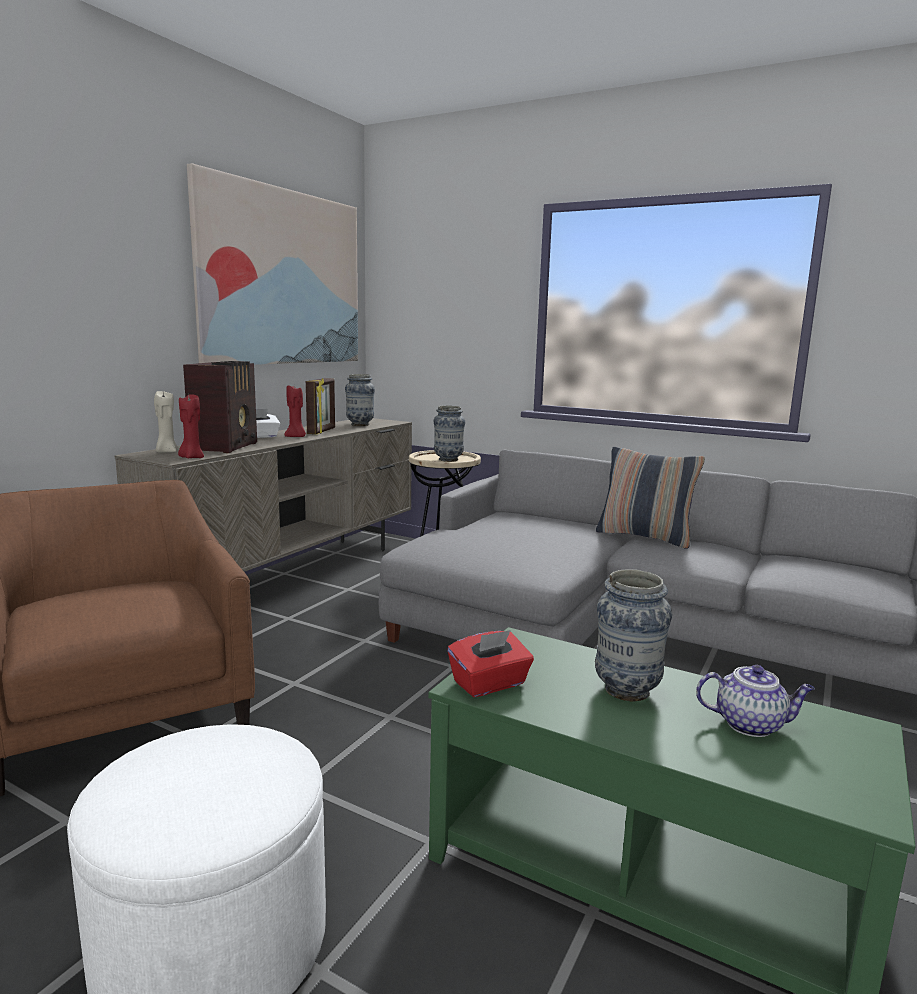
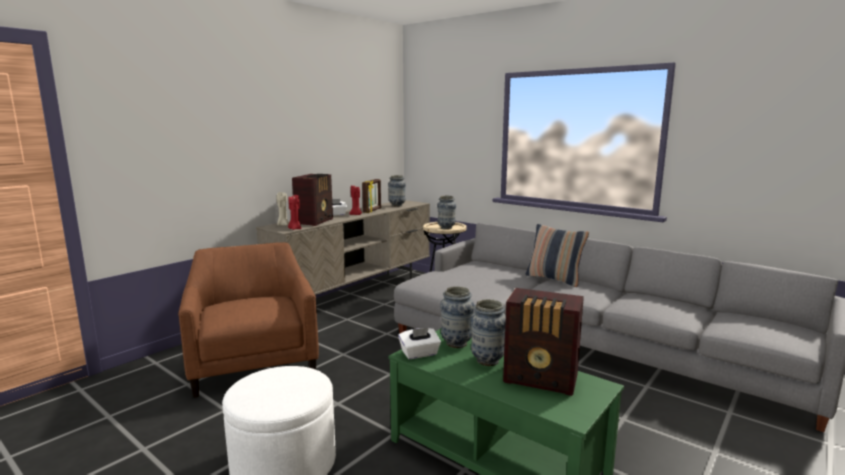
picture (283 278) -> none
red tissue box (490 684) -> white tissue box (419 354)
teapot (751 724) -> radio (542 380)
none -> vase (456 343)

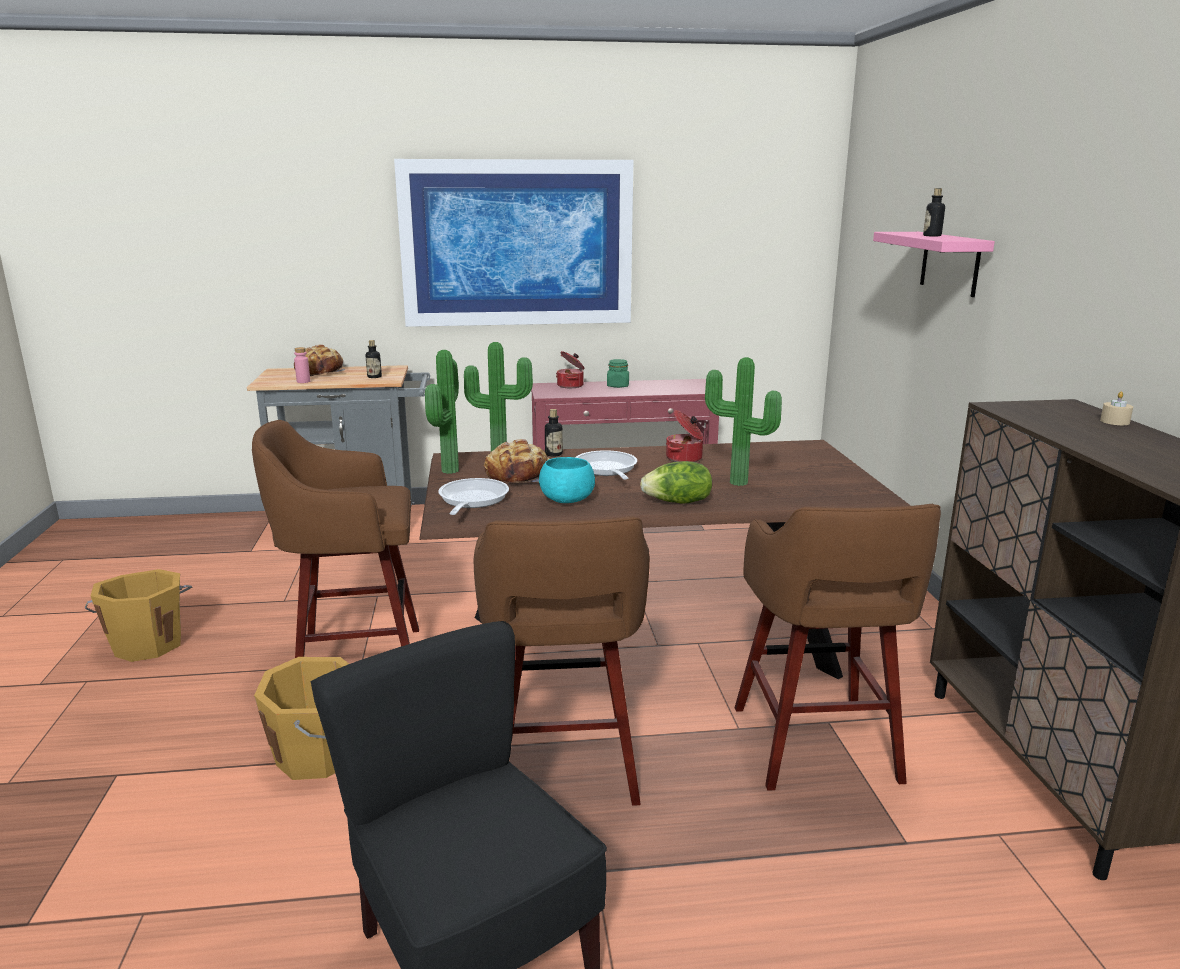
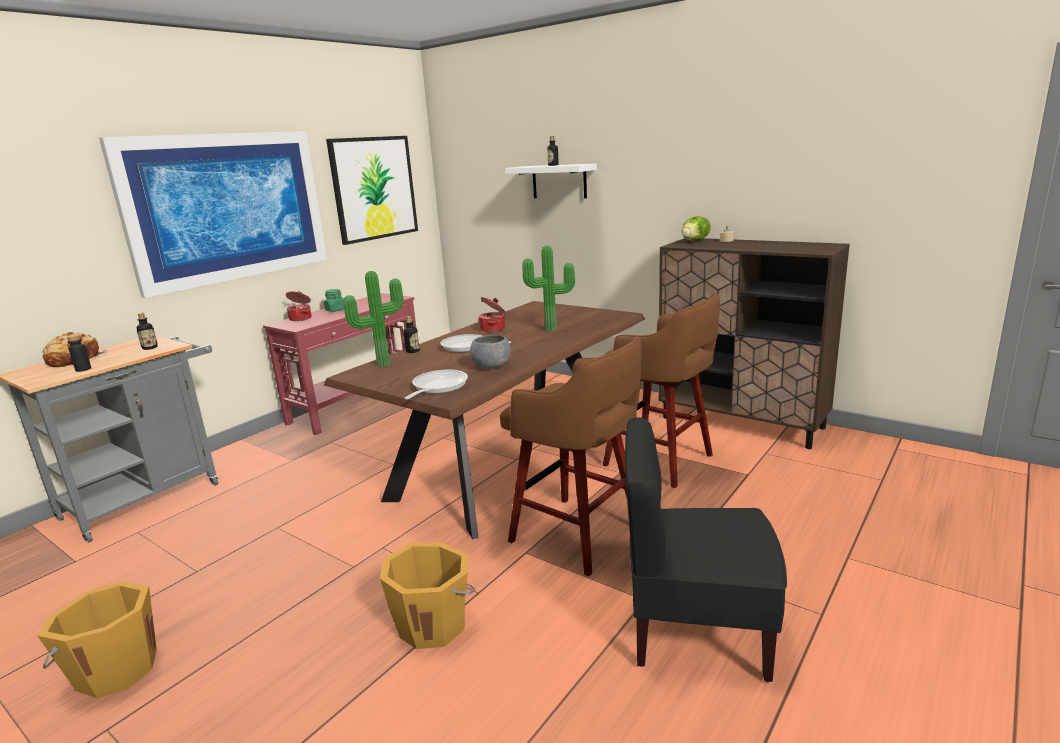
brown stool (354 661) -> none
pink bottle (303 381) -> black bottle (83 369)
potted plant (446 470) -> none
frying pan (471 500) -> frying pan (437 387), 60 degrees clockwise
bread (518 476) -> none
turquoise bowl (568 500) -> grey bowl (492 366)
lettuce (678 502) -> lettuce (695 241), shifted
pink shelf (950 263) -> white shelf (559 181)
none -> picture (374 188)

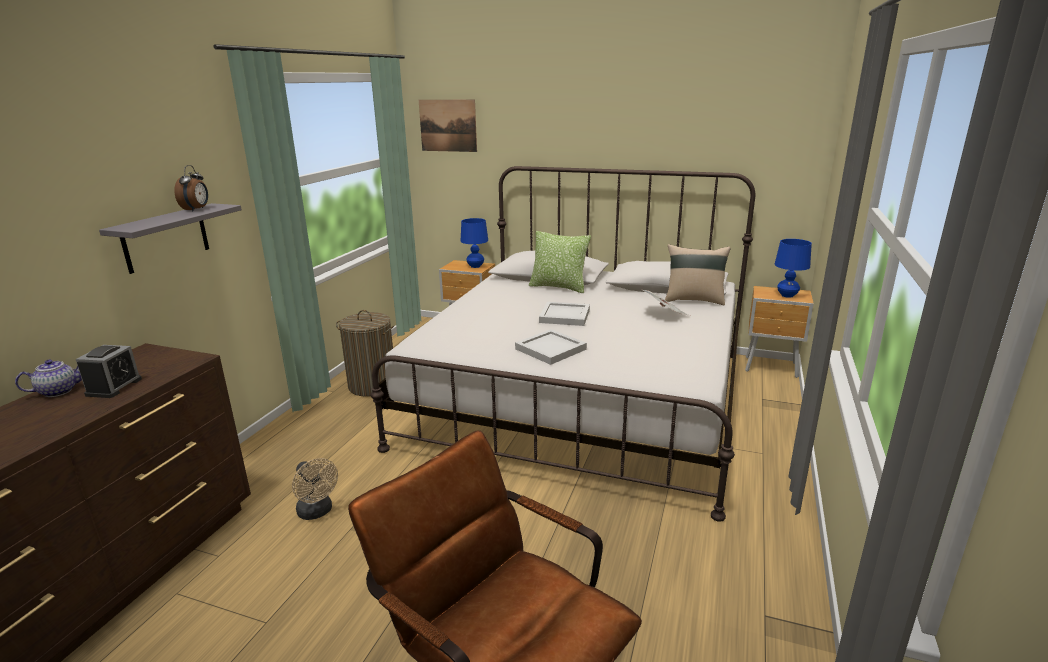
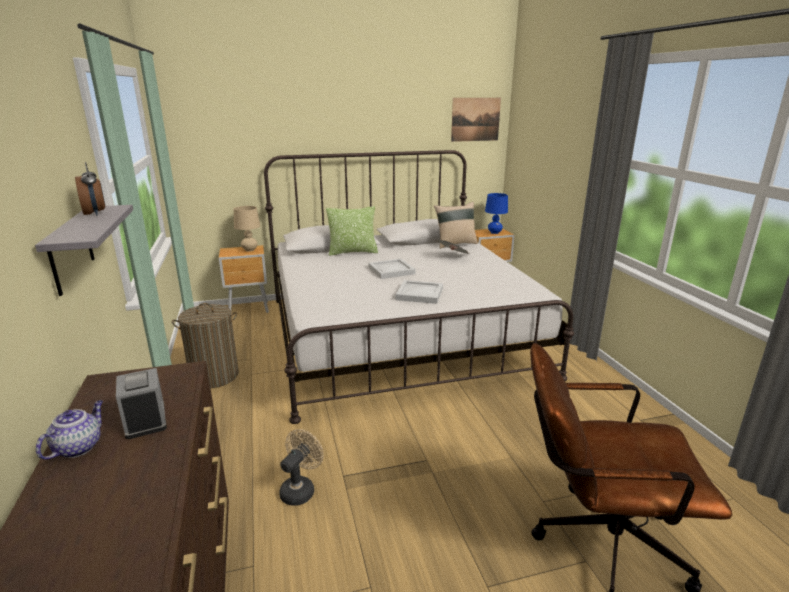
beige fan (317 512) -> beige fan (300 489), 75 degrees counterclockwise
picture (448 125) -> picture (475 119), shifted
blue table lamp (475 266) -> beige table lamp (250 250)

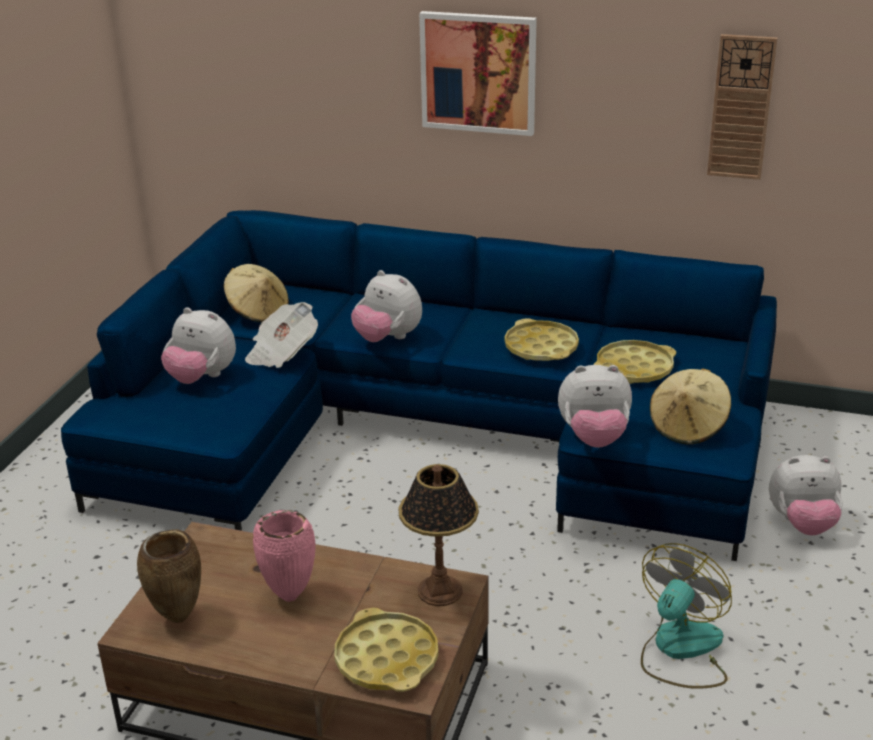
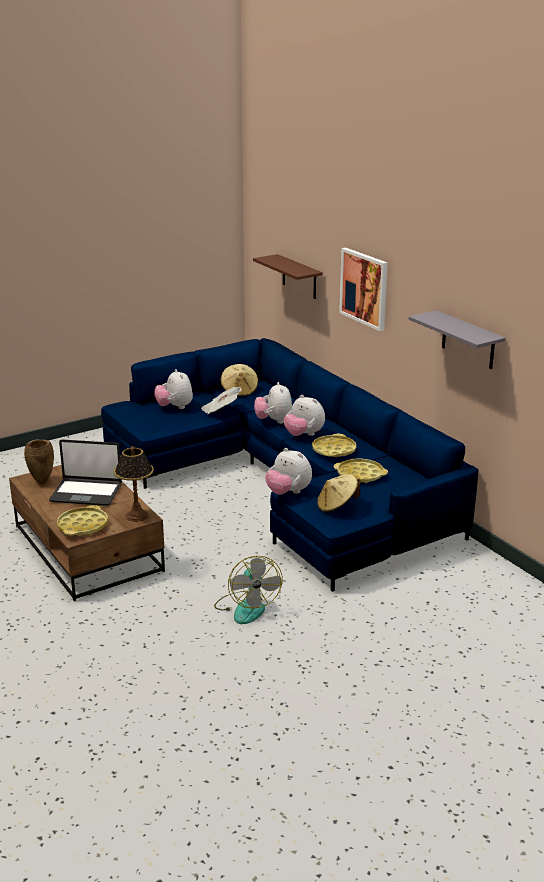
pink vase (290 595) -> laptop (86 493)
fan (680 650) -> fan (246 607), 90 degrees clockwise
wall clock (741 107) -> grey shelf (468 340)
plush toy (802 524) -> plush toy (304 435), shifted
none -> brown shelf (299 277)

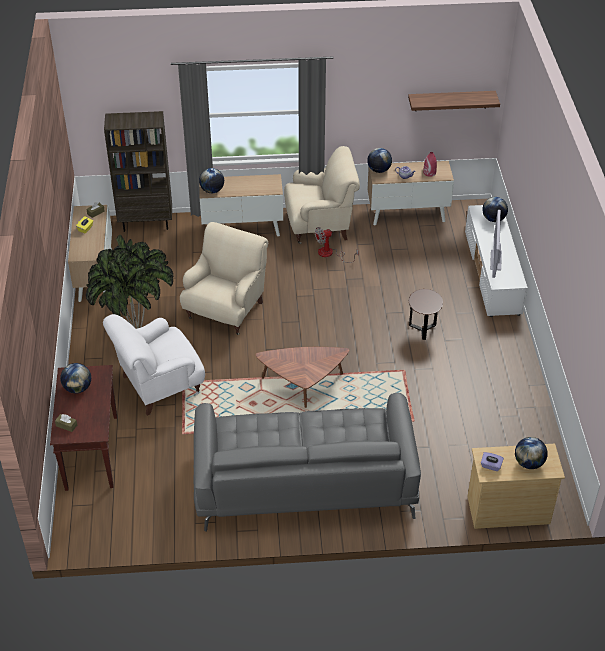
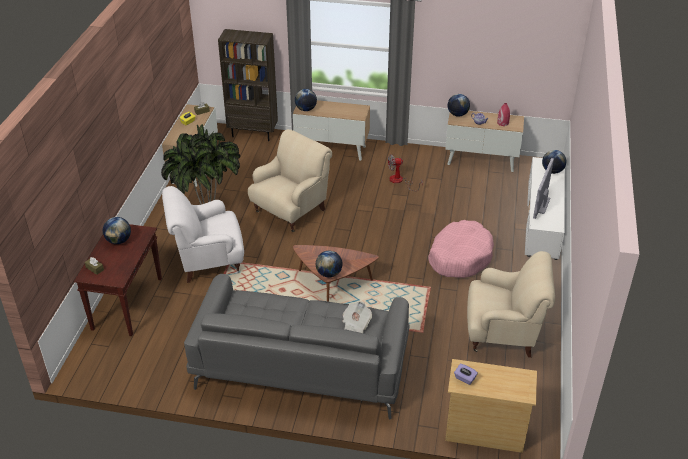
beige armchair (320 225) -> beige armchair (503 333), shifted
shelf (451 100) -> none
brown side table (422 330) -> pink dog bed (460 256)
globe (529 463) -> globe (329 274), shifted
none -> newspaper (355 324)

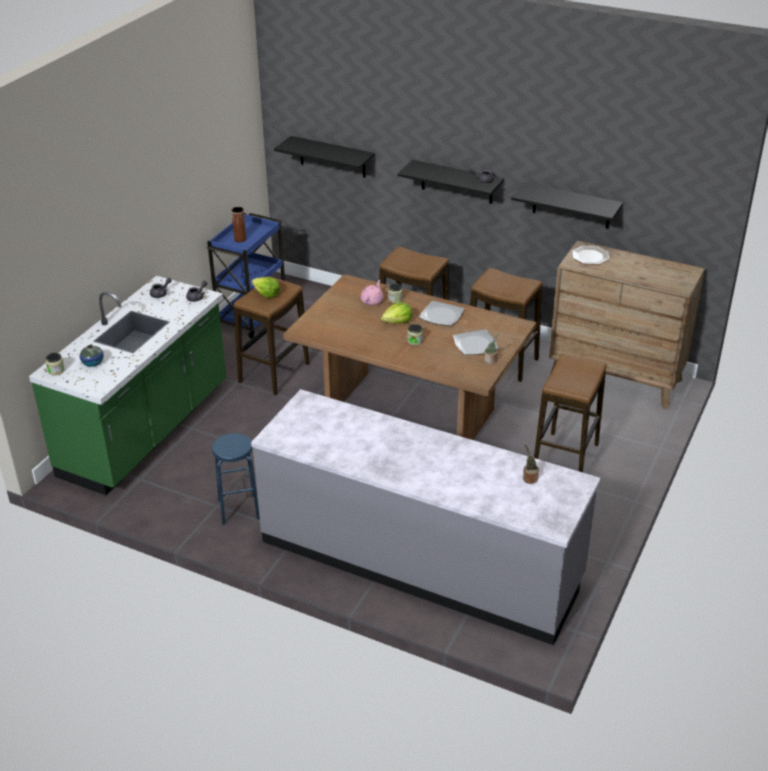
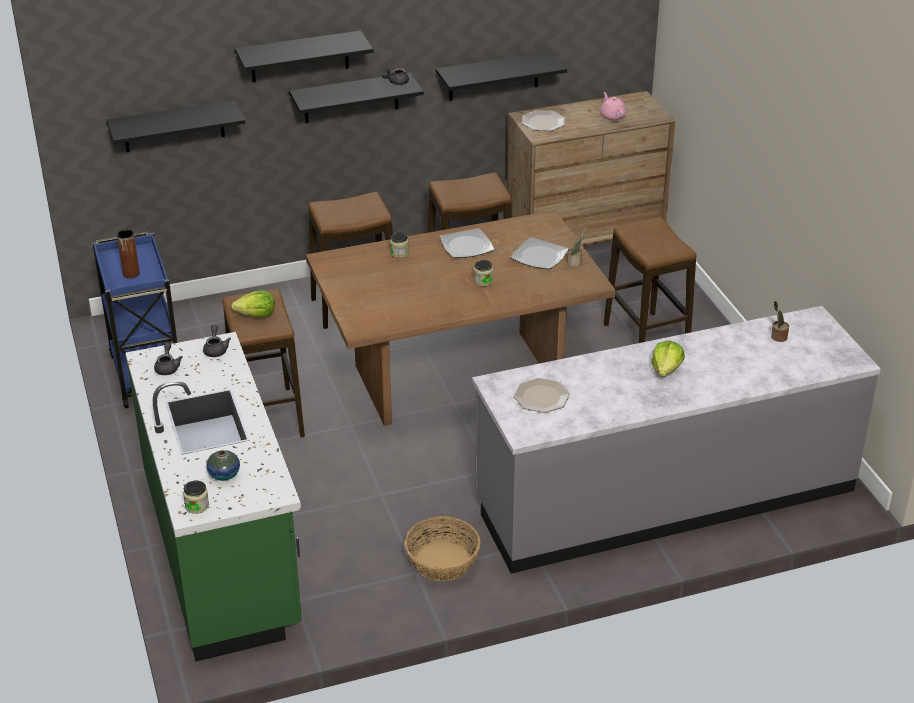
blue stool (239 509) -> basket (443 561)
pink teapot (372 301) -> pink teapot (612 116), shifted
lettuce (398 322) -> lettuce (666 369), shifted
none -> black shelf (299 57)
none -> plate (542 396)

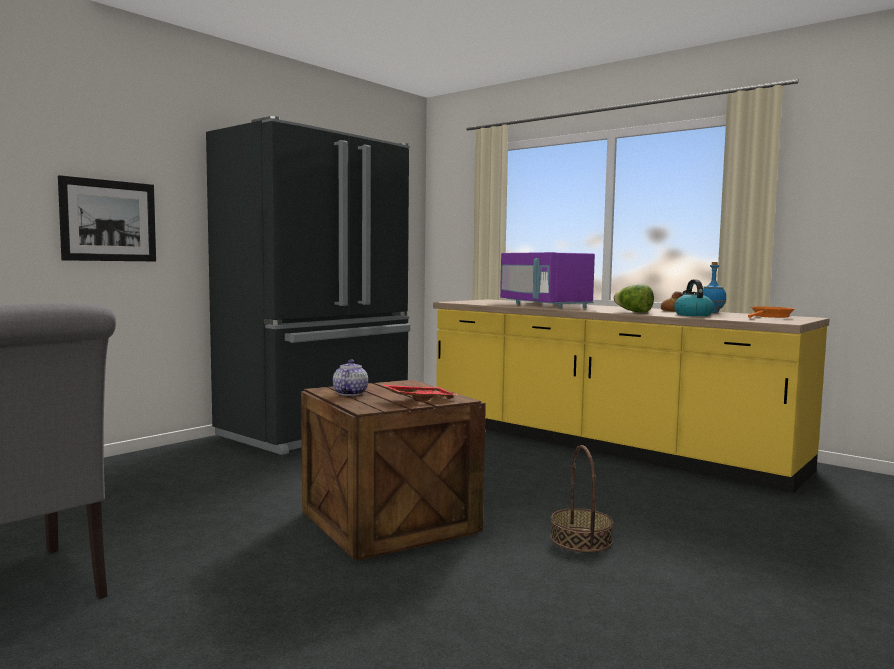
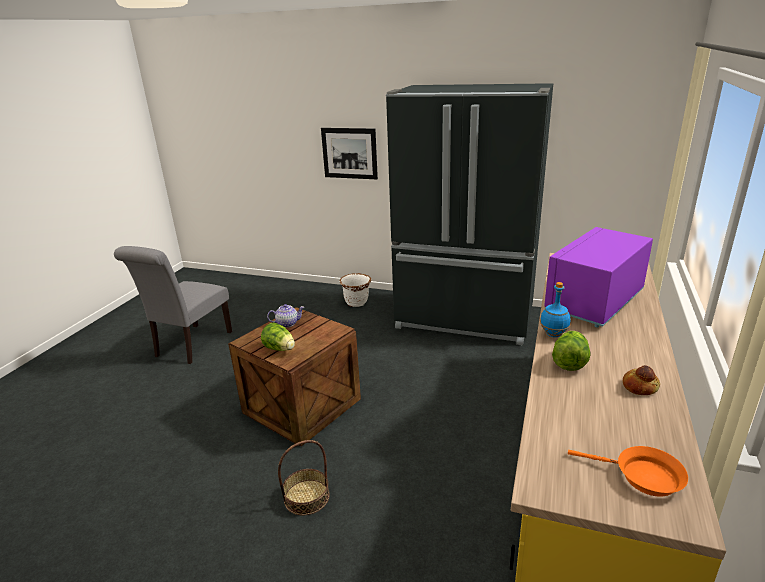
red tray (419 399) -> lettuce (280 349)
kettle (692 315) -> none
blue bottle (712 312) -> blue bottle (554 334), shifted
none -> white planter (356 302)

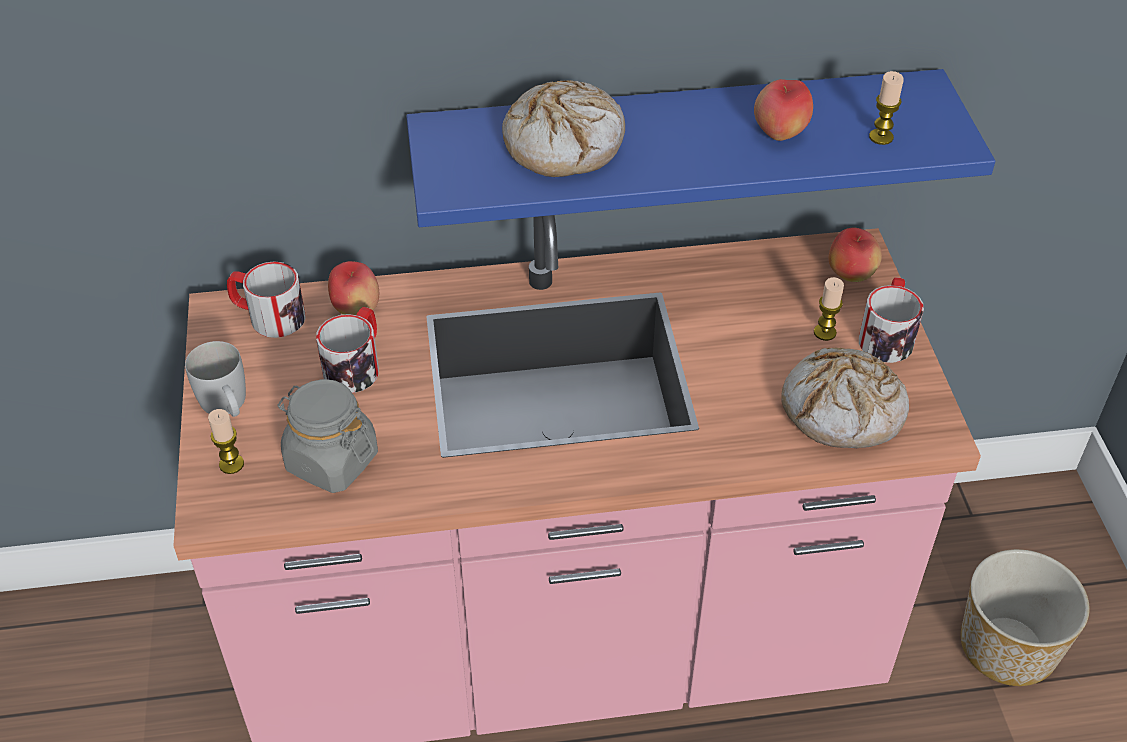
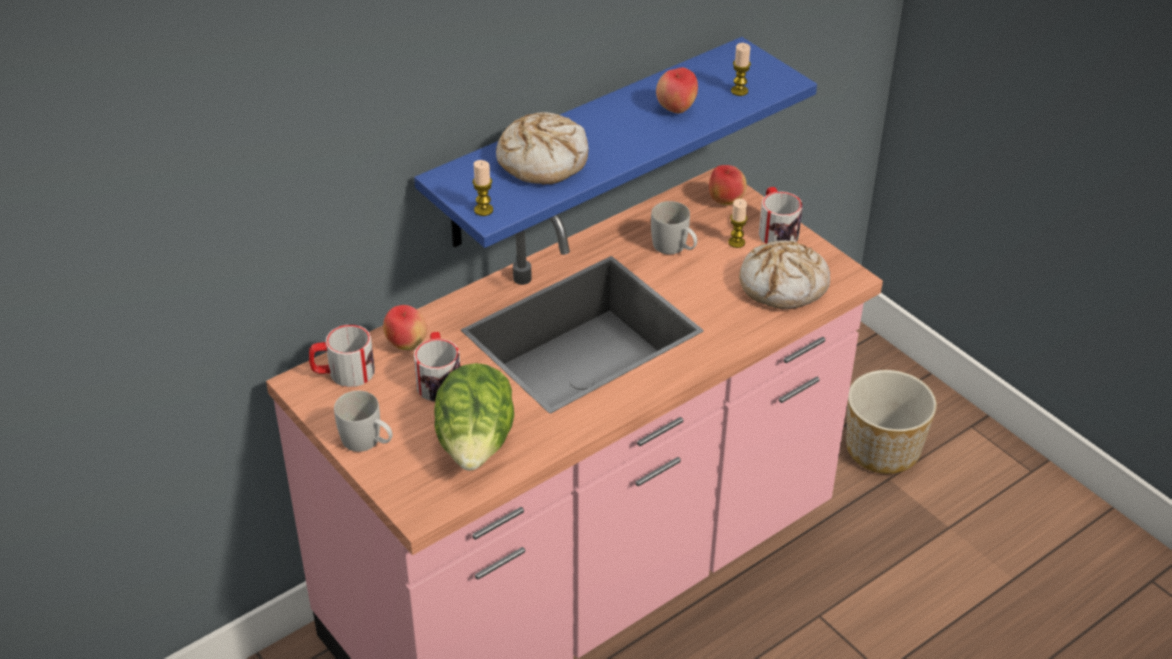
candle (231 464) -> candle (483 210), shifted
grey jar (331 461) -> lettuce (476 446)
none -> white mug (674 248)

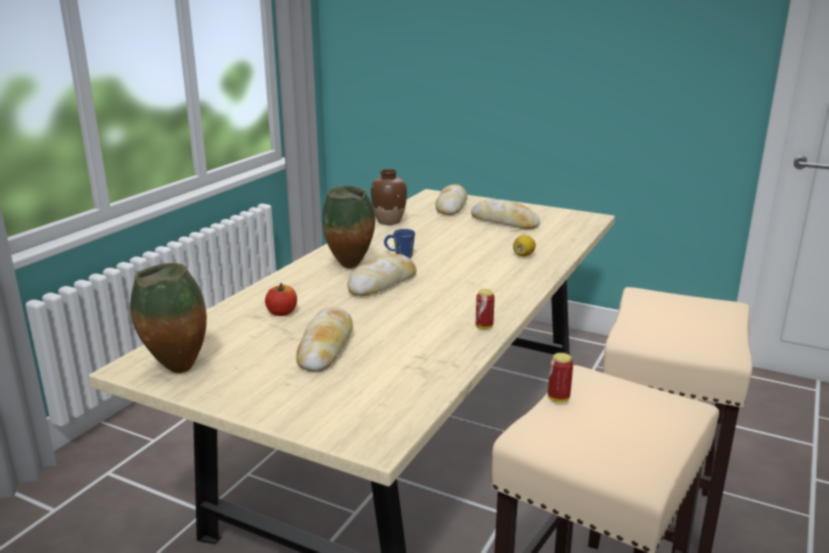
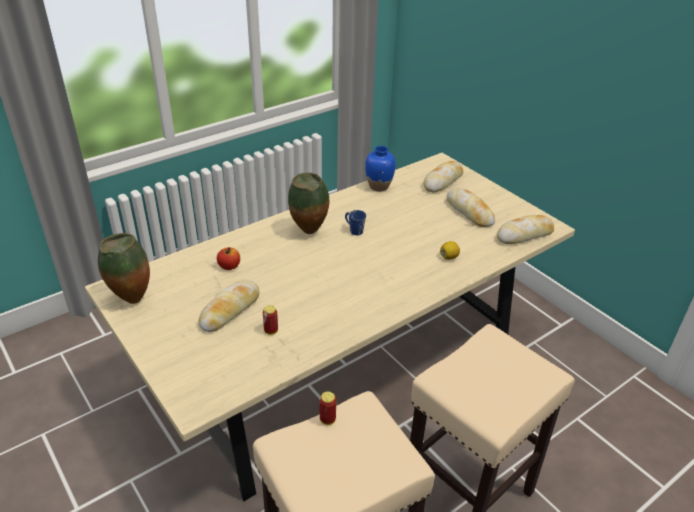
bread (383 283) -> bread (525 235), shifted
brown vase (389 221) -> blue vase (379 187)
can (484 327) -> can (271 331), shifted

